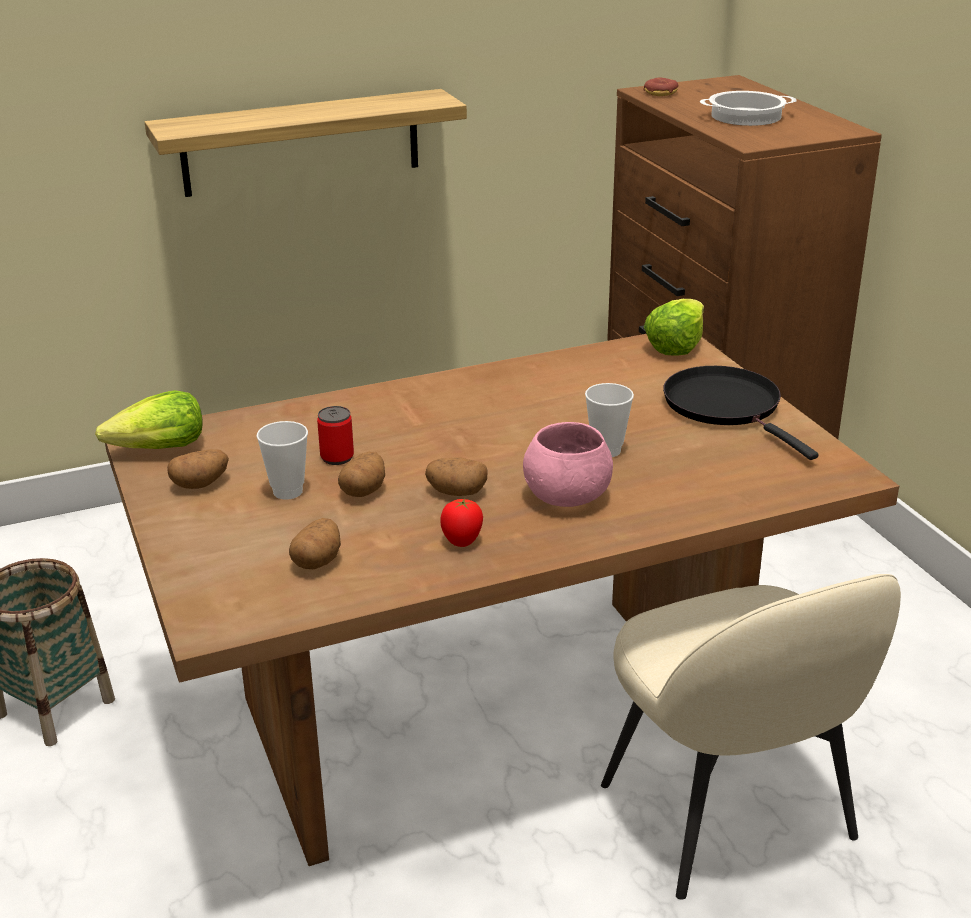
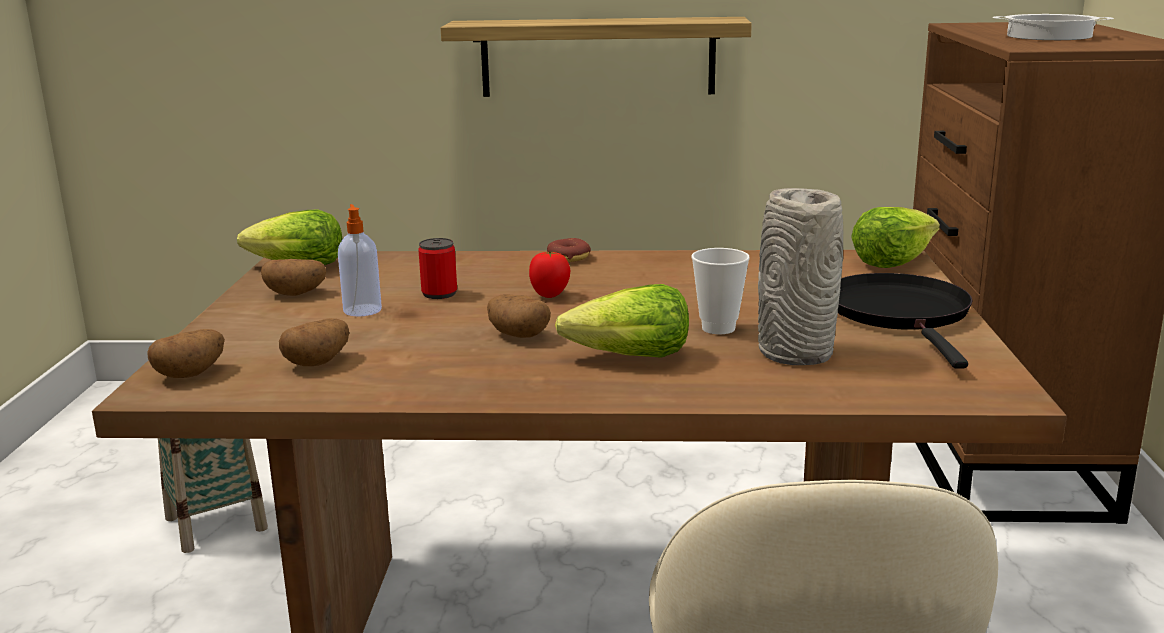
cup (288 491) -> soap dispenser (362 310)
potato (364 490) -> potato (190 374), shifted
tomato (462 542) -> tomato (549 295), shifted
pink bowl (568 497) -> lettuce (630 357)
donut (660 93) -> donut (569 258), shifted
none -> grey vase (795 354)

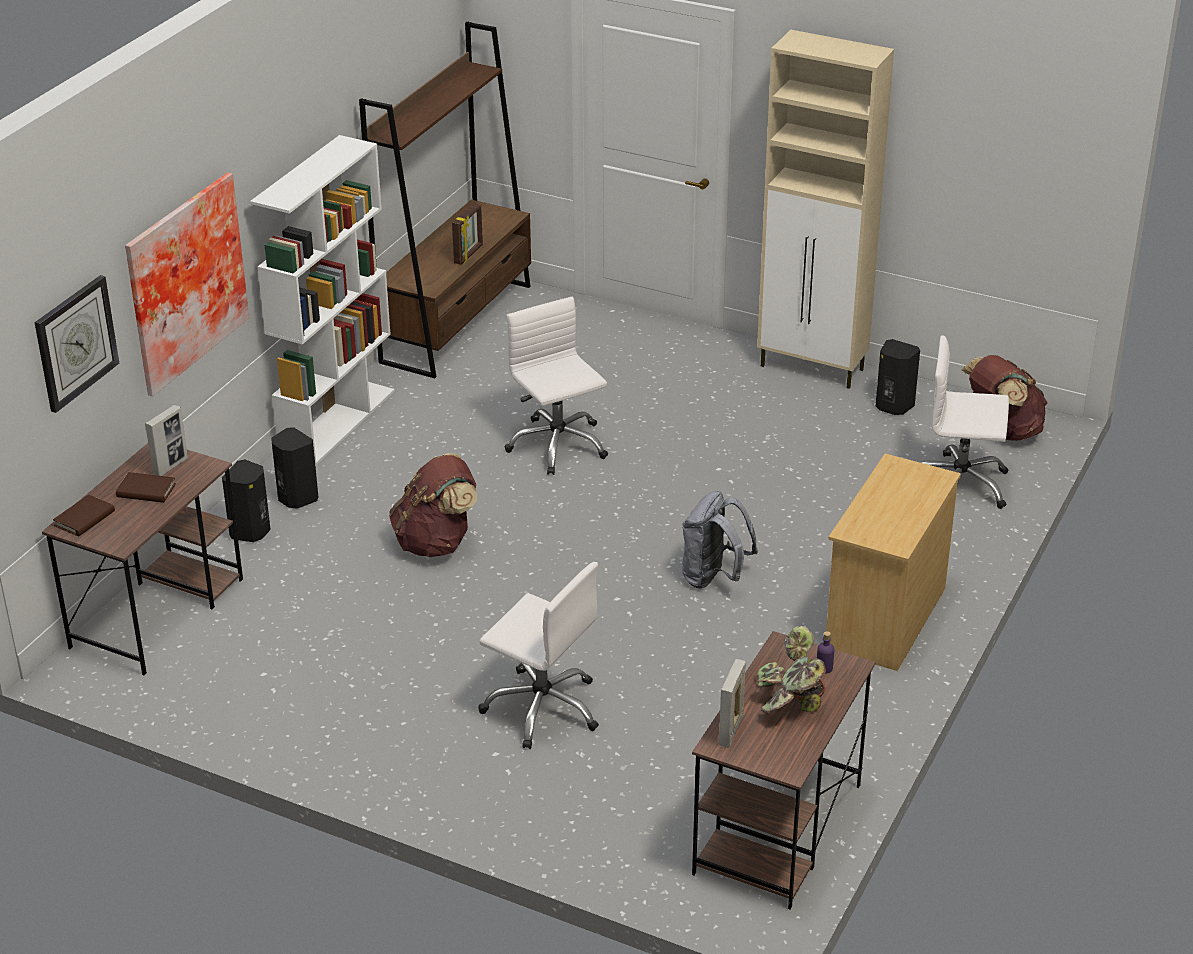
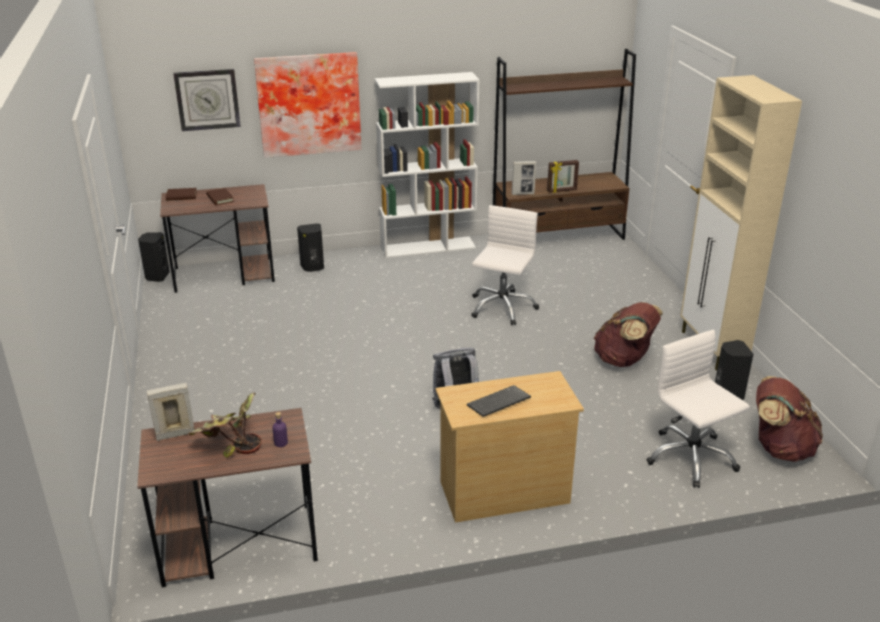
picture frame (170 467) -> picture frame (523 194), shifted
black speaker (296 498) -> black speaker (156 276), shifted
brown backpack (436 543) -> brown backpack (624 360), shifted
white office chair (543 707) -> none
none -> keyboard (498 403)

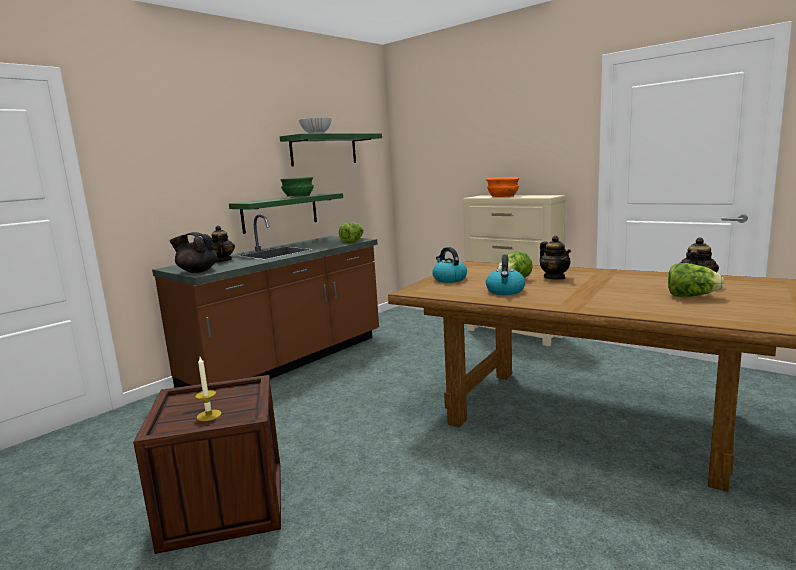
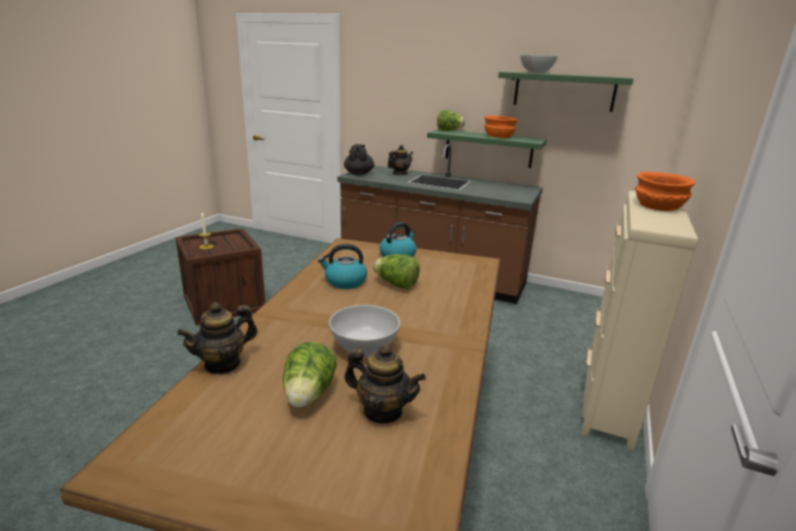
green bowl (298 196) -> orange bowl (498 136)
lettuce (352 242) -> lettuce (449 130), shifted
teapot (554 278) -> teapot (223 364), shifted
none -> white bowl (363 348)

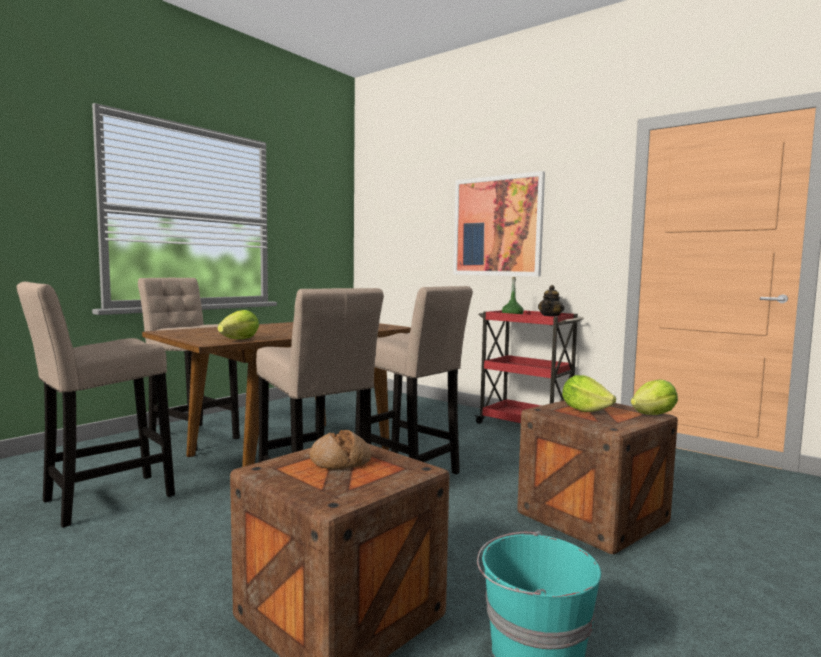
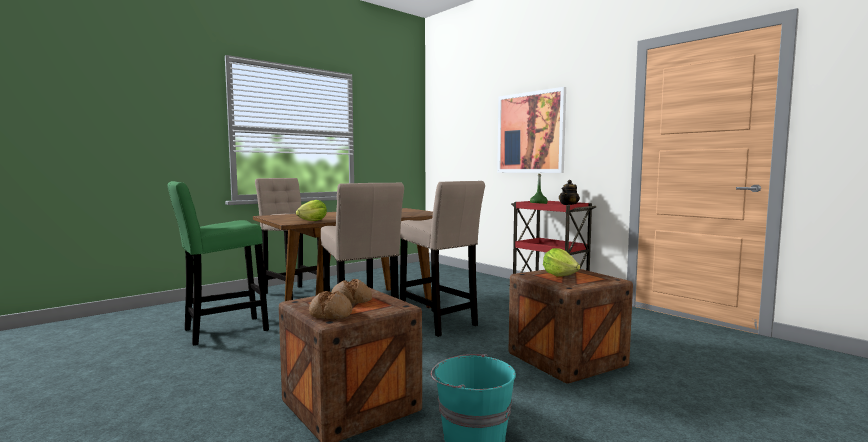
beige stool (101 500) -> green stool (221 331)
lettuce (653 415) -> none
none -> bread (331 314)

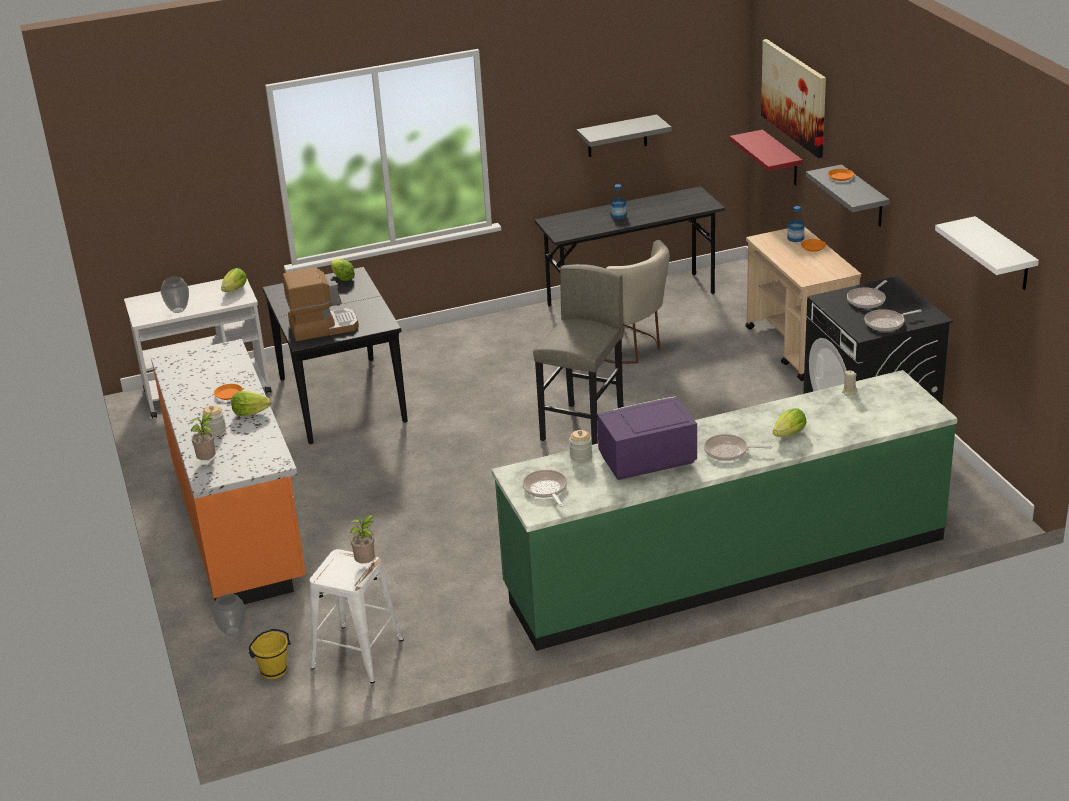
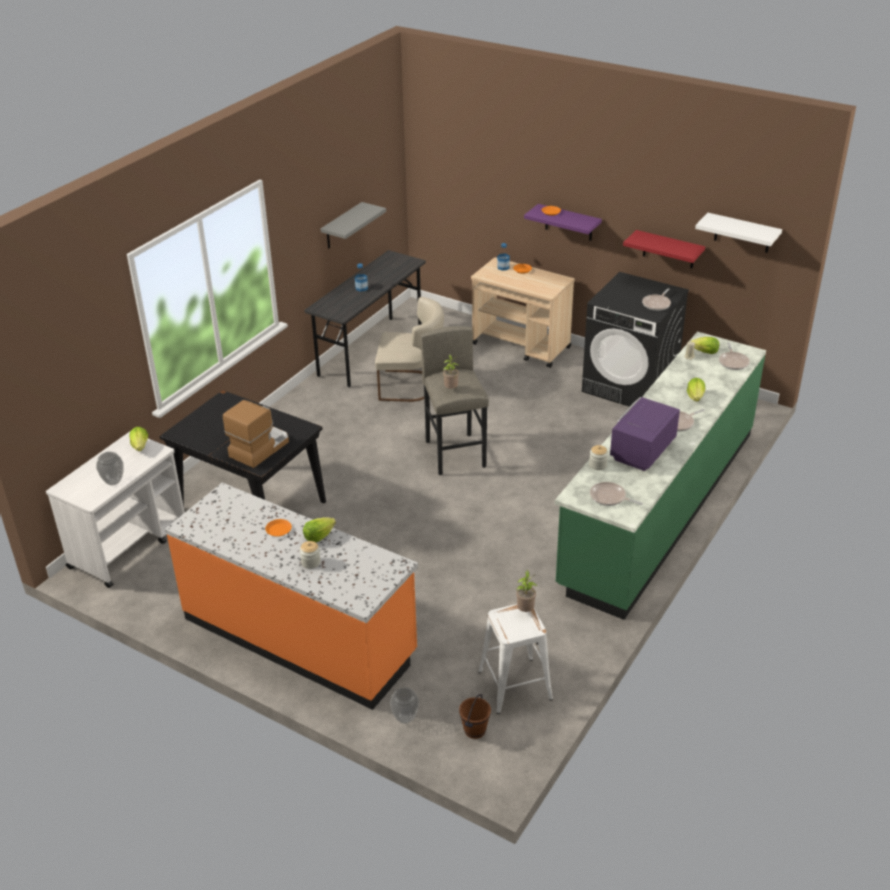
potted plant (208 461) -> potted plant (451 389), shifted
yellow bucket (274 672) -> brown bucket (475 730)
lettuce (342 278) -> lettuce (705 352), shifted
red shelf (781 159) -> red shelf (669 250), shifted
picture (794 97) -> none
grey shelf (864 197) -> purple shelf (569 222)
frying pan (867 300) -> frying pan (733 362), shifted

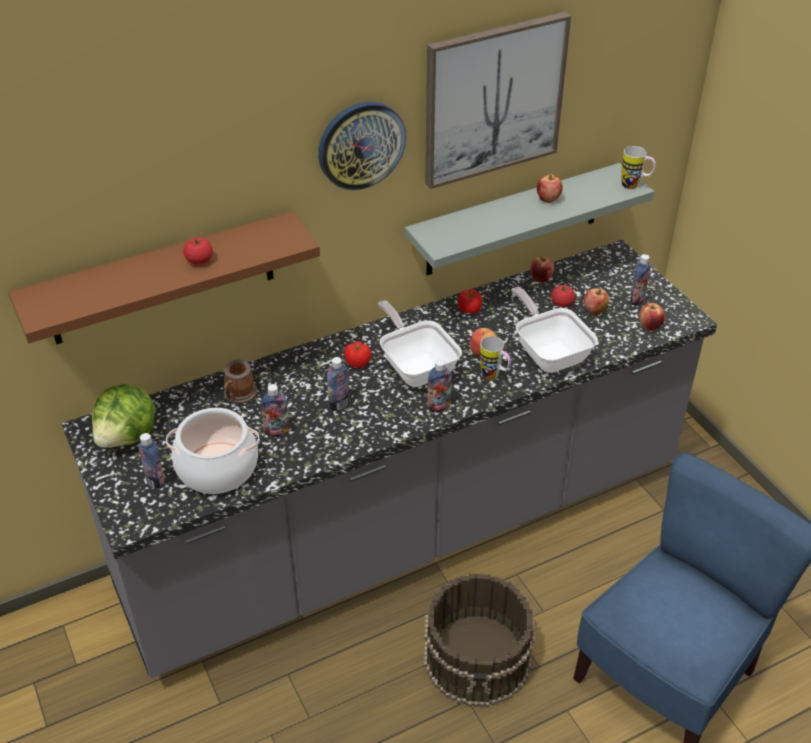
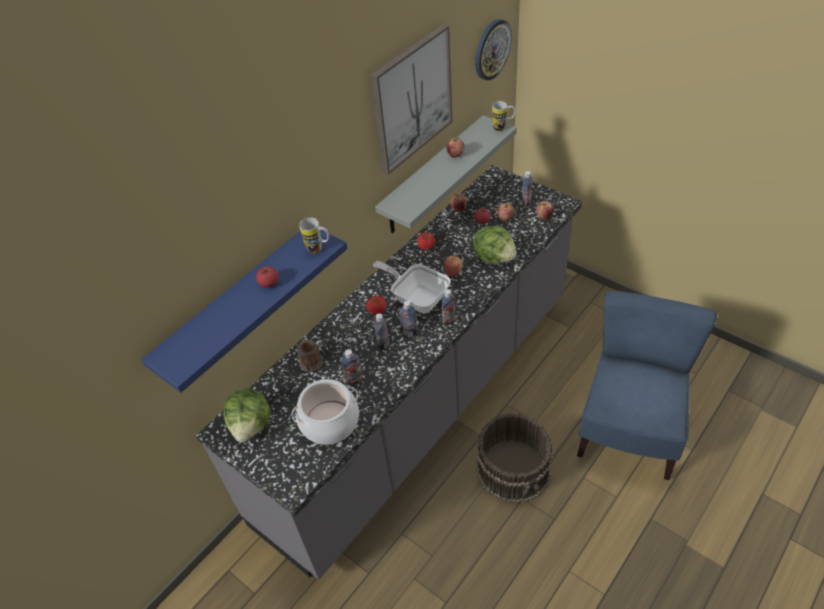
brown shelf (162 279) -> blue shelf (238 305)
bottle (155 481) -> bottle (409 332), shifted
wall clock (361 145) -> wall clock (492 49), shifted
mug (494 377) -> mug (319 250), shifted
frying pan (549 353) -> lettuce (494 257)

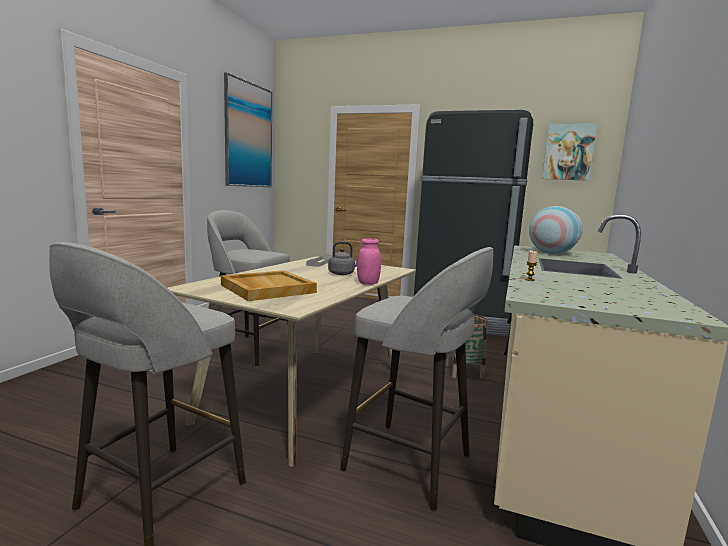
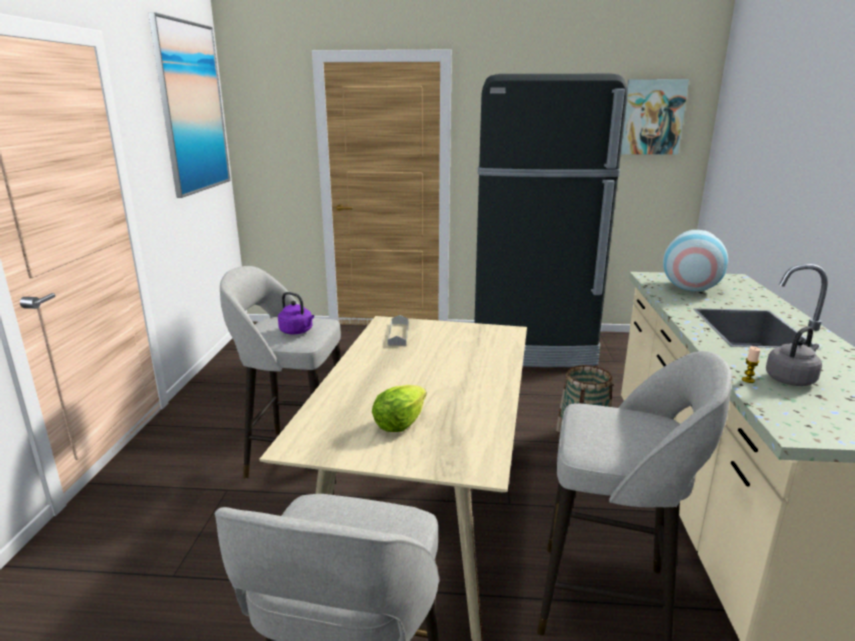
beige tray (267 288) -> lettuce (399 424)
grey kettle (342 273) -> grey kettle (791 379), shifted
pink jar (368 283) -> none
none -> purple kettle (297 331)

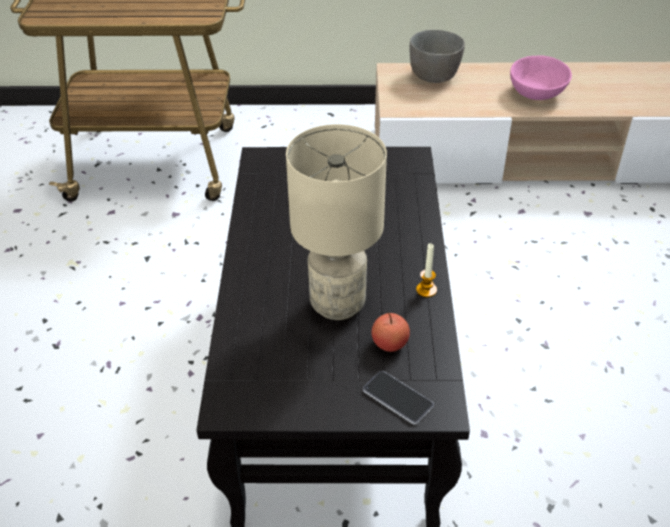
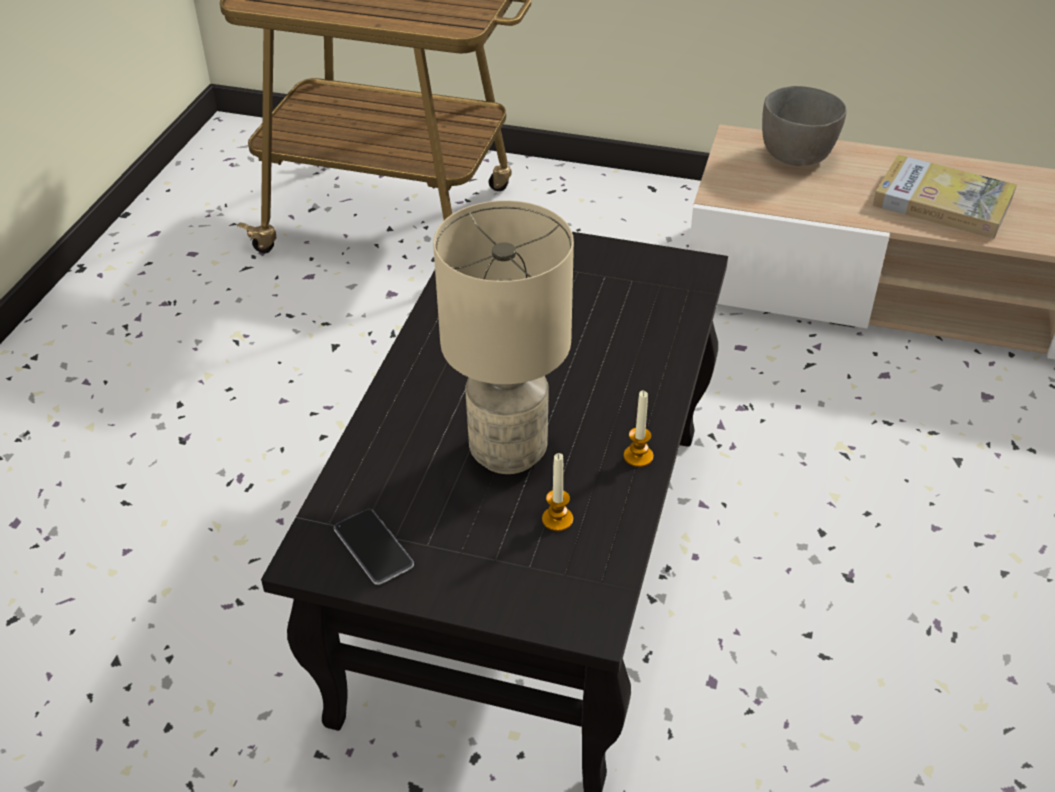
phone (397 398) -> phone (373 547), shifted
apple (390 343) -> candle (557 519)
pink bowl (536 92) -> book (942 202)

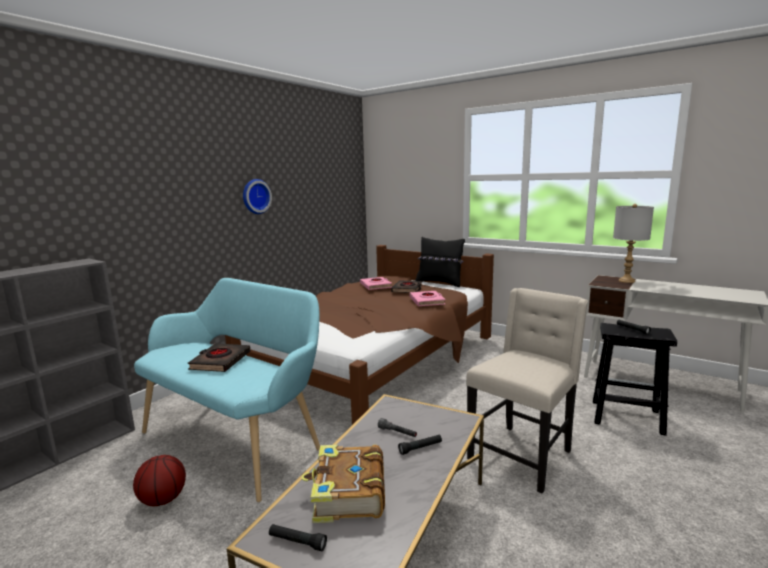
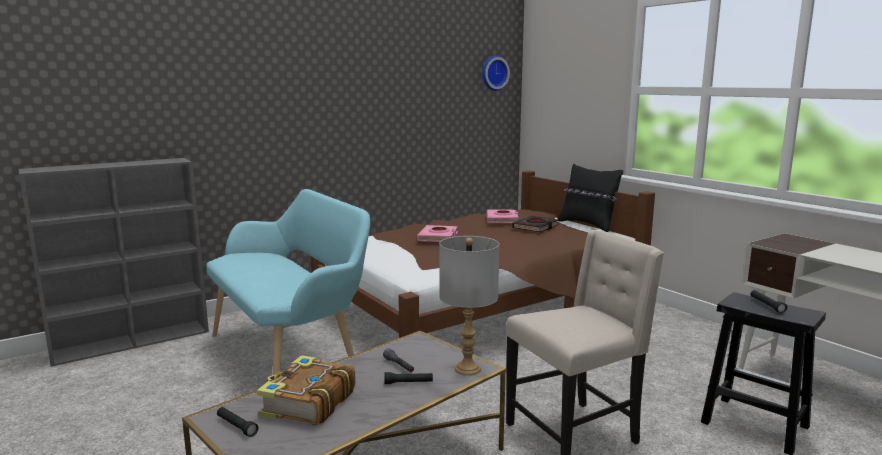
basketball (163 499) -> none
black book (220 361) -> none
wall clock (255 196) -> wall clock (493 73), shifted
pink book (427 301) -> pink book (438 237), shifted
grey table lamp (626 281) -> grey table lamp (467 369), shifted

